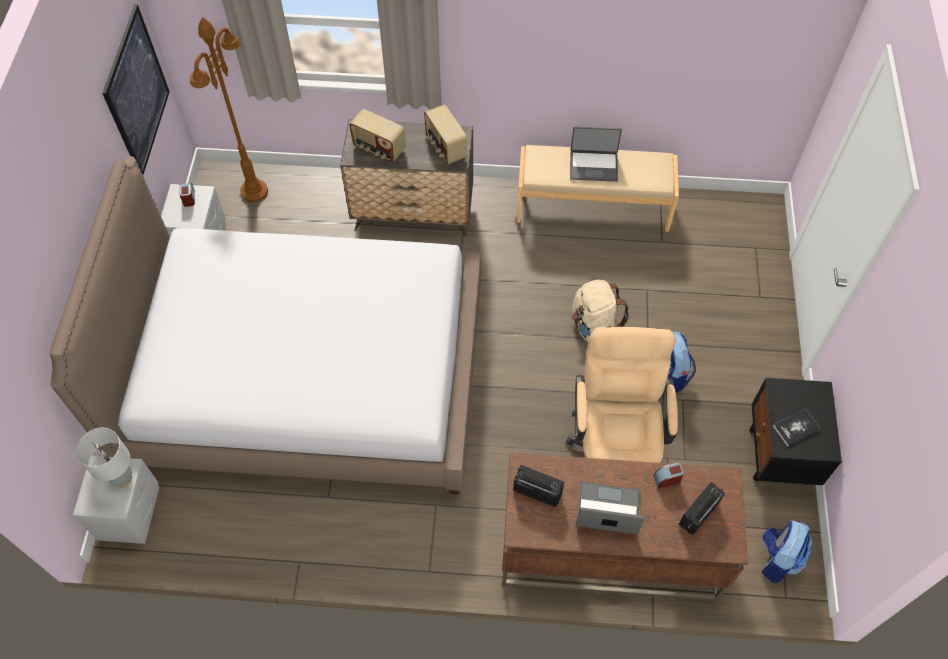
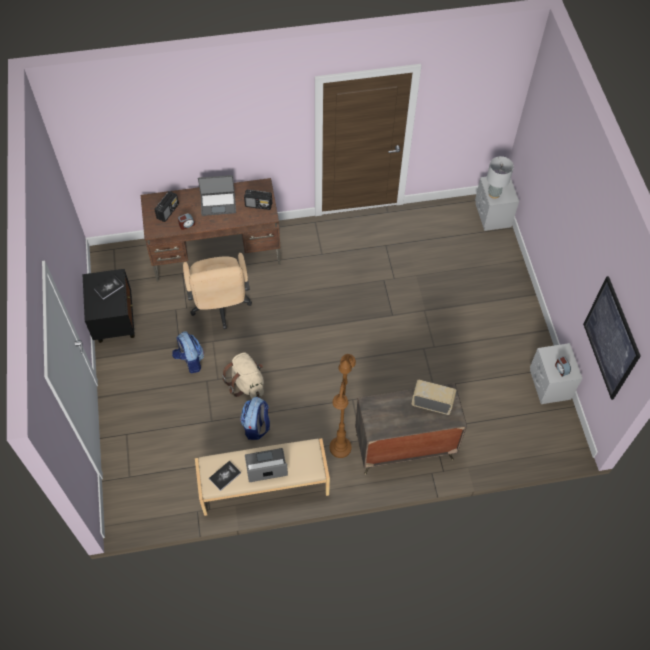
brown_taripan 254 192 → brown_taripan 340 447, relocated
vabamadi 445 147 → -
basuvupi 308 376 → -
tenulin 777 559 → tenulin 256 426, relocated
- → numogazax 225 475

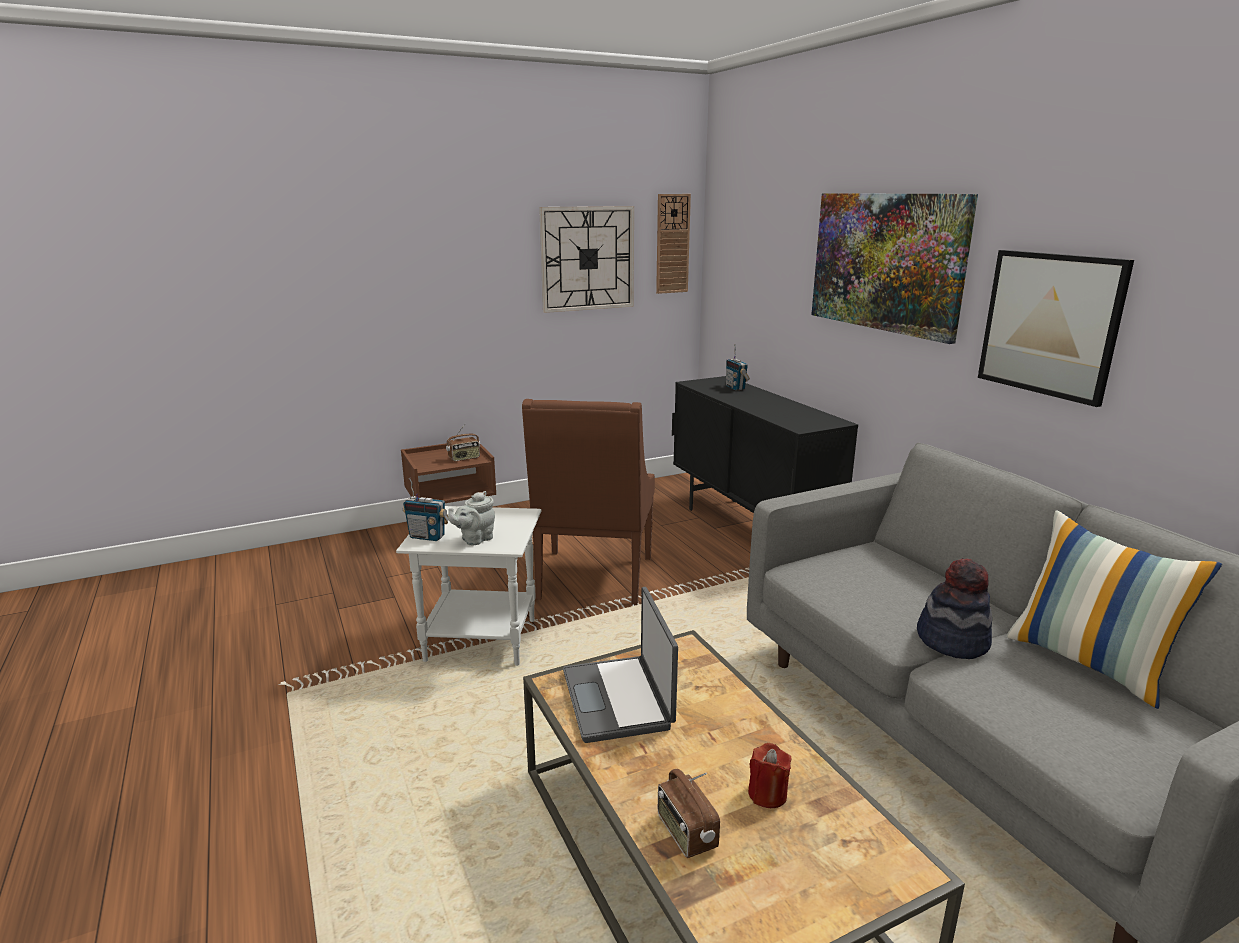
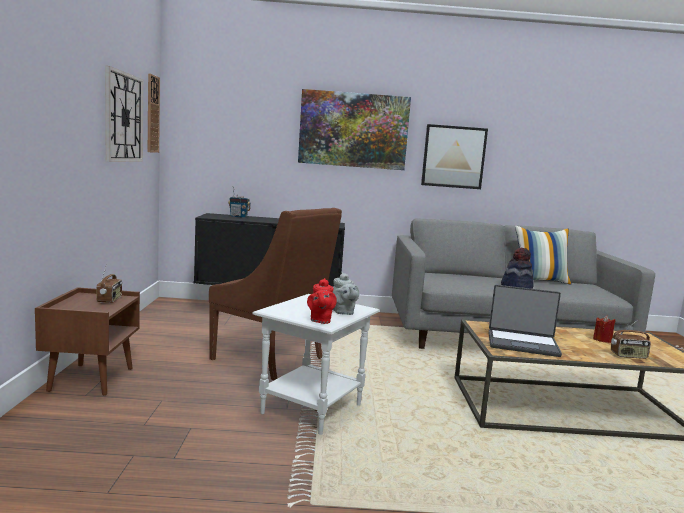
vabamadi 427 537 → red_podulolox 320 320

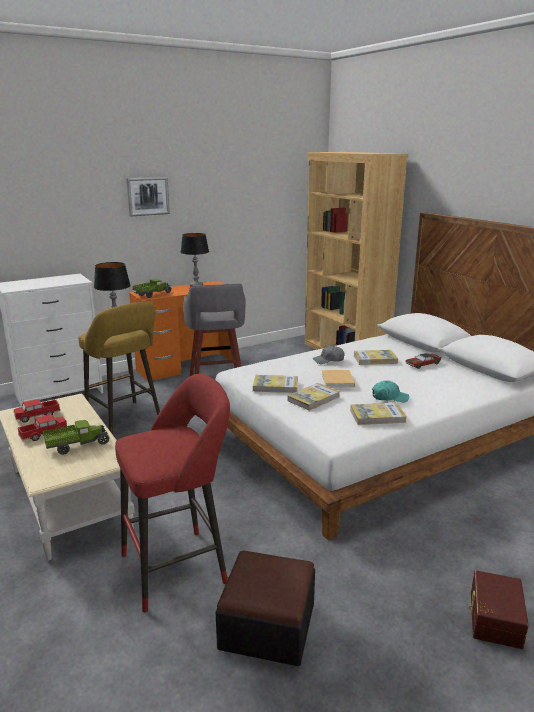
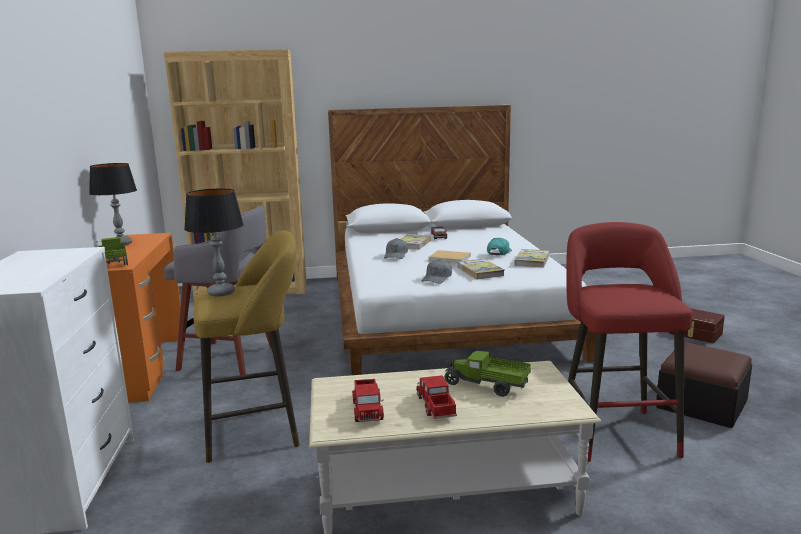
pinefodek 148 196 → -
numogazax 275 386 → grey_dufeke 437 278
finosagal 77 445 → finosagal 486 386, 60 degrees counterclockwise

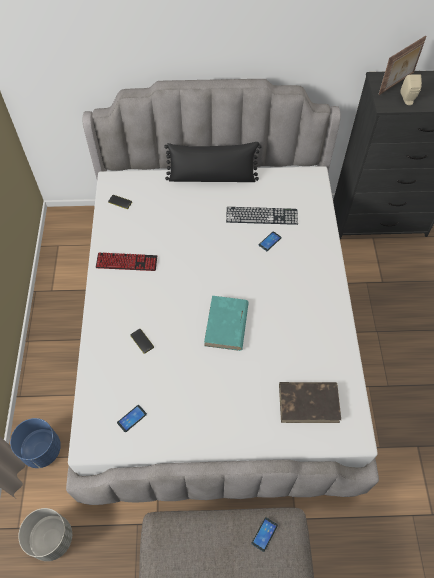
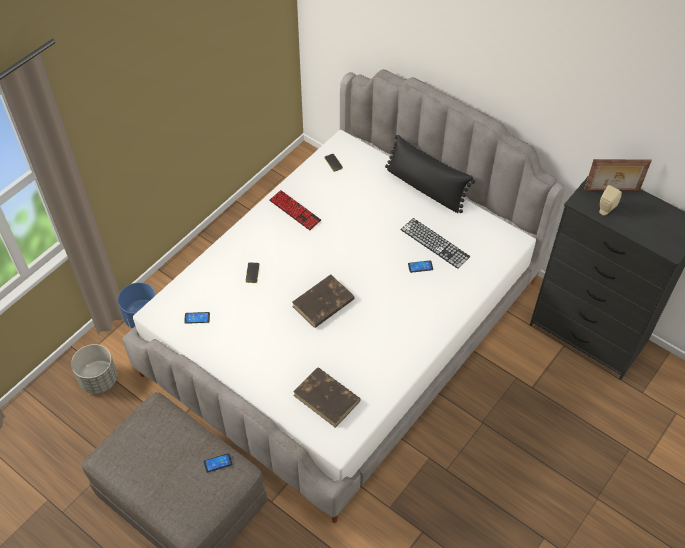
turquoise_numogazax 226 325 → brown_numogazax 322 304

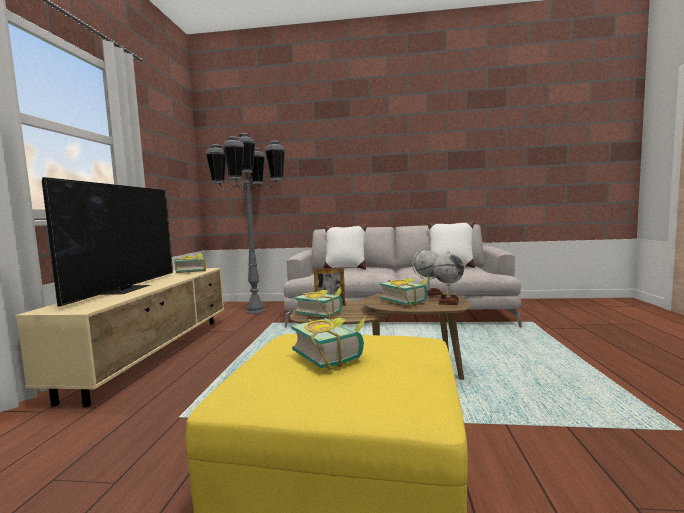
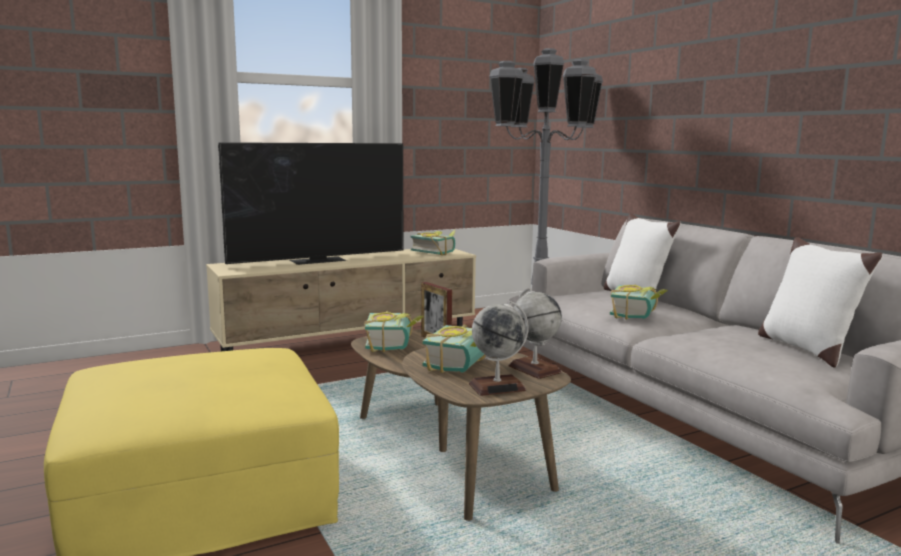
numogazax 333 355 → numogazax 639 315, relocated

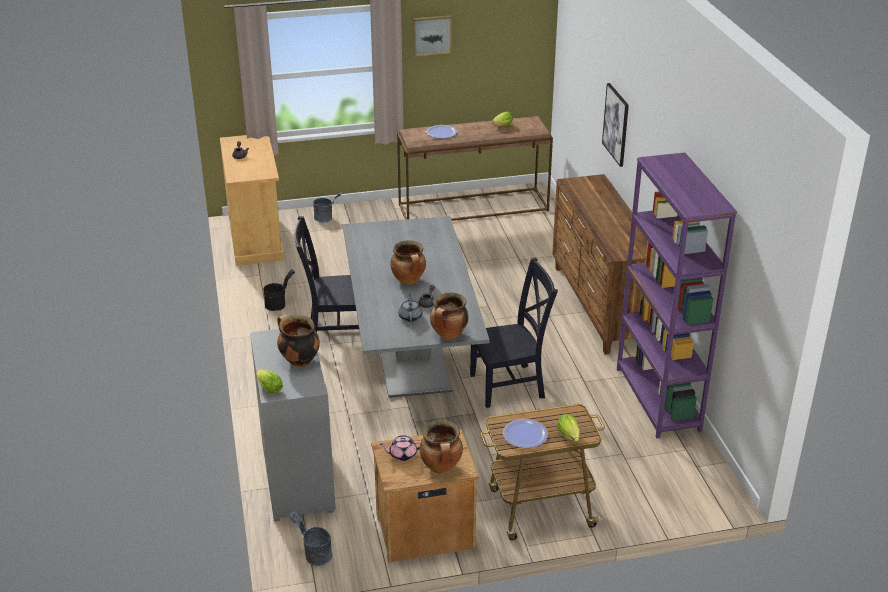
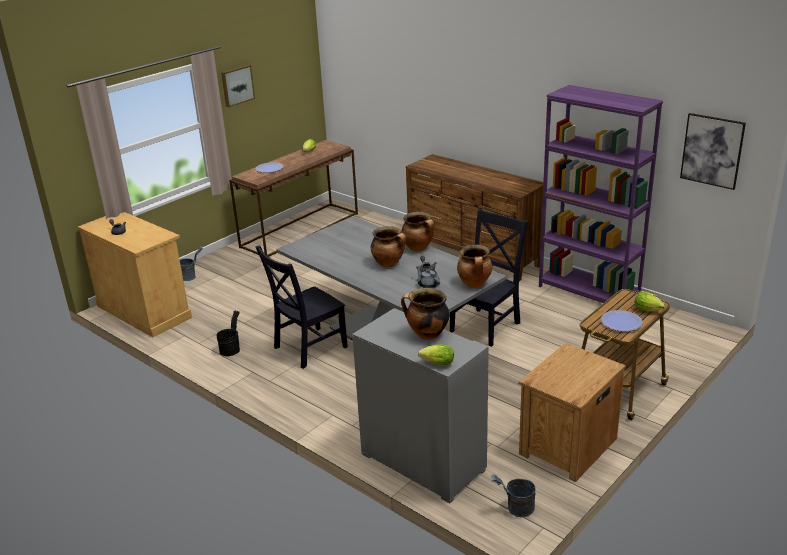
pinefodek 616 124 → pinefodek 712 150, relocated
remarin 441 468 → remarin 418 248, relocated
pink_podulolox 402 454 → -

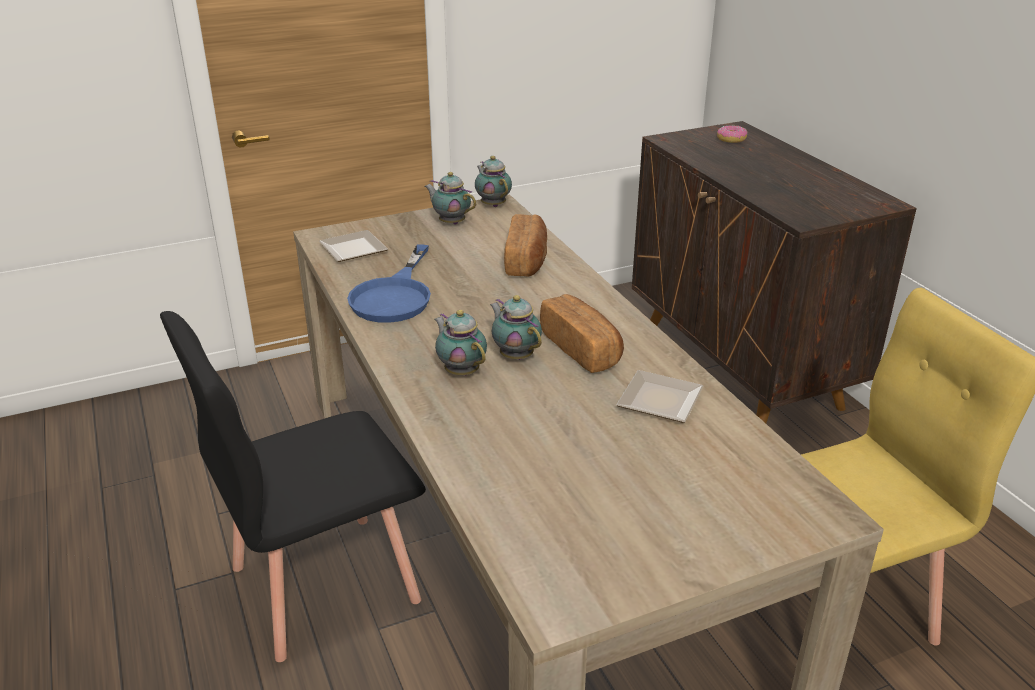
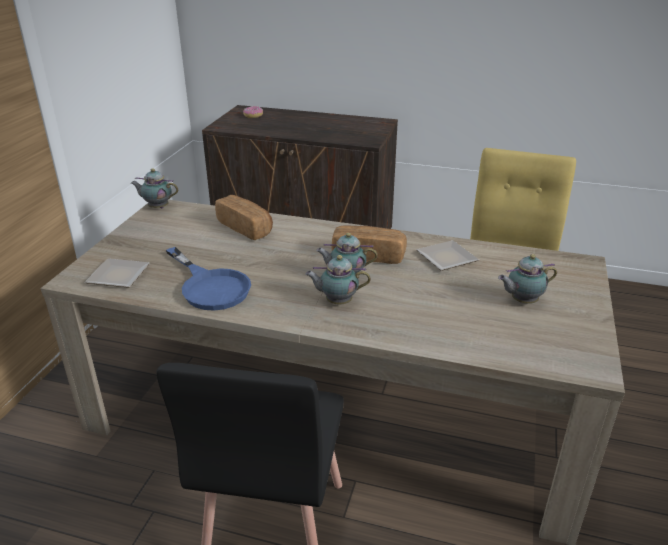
podulolox 450 222 → podulolox 522 301, relocated

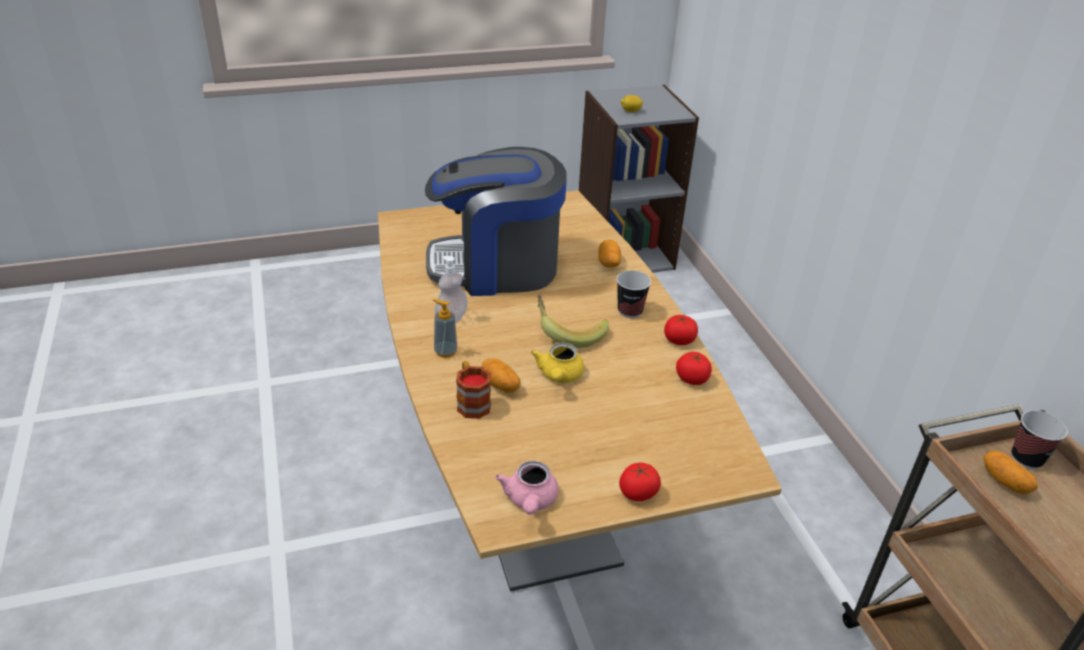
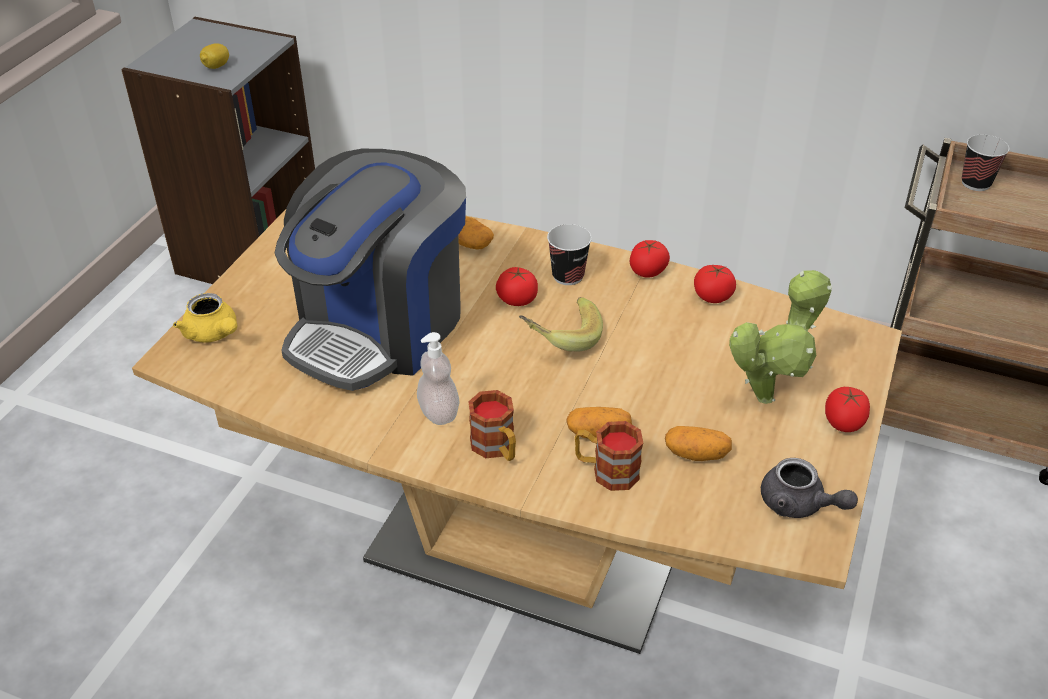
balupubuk 445 351 → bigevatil 497 448
yellow_podulolox 559 376 → yellow_podulolox 213 334, relocated
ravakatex 1005 482 → ravakatex 696 454, relocated
pink_podulolox 530 501 → grey_podulolox 799 505
- → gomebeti 517 299
- → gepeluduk 769 394

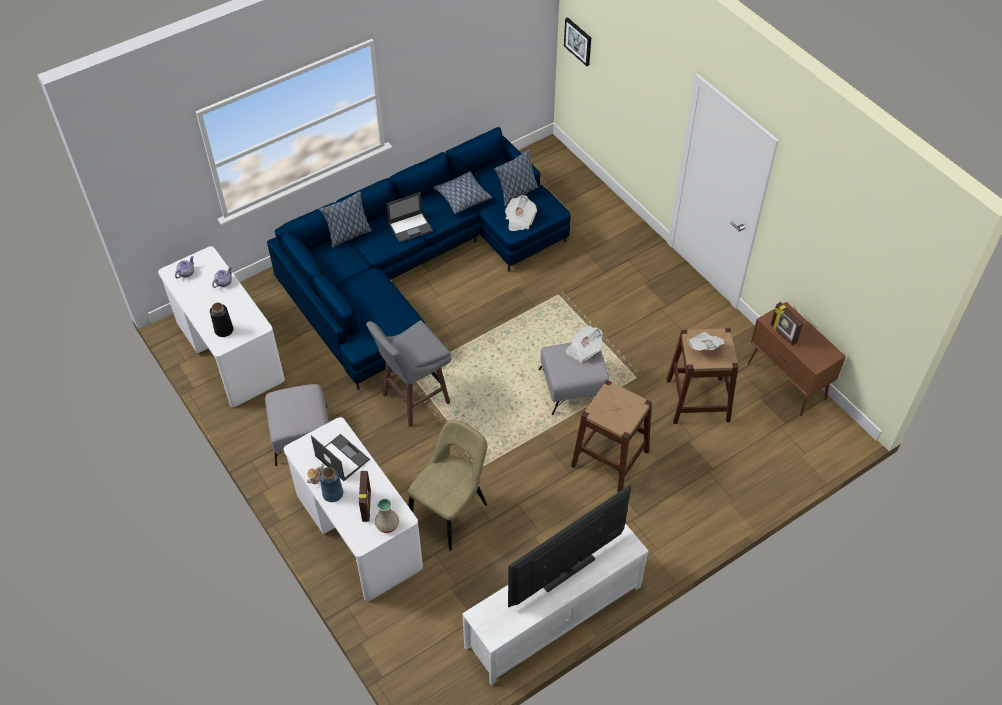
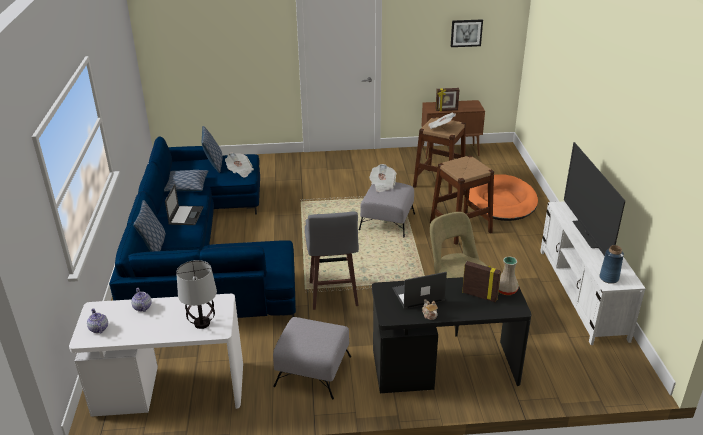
pinefodek 578 41 → pinefodek 466 33, relocated
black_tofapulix 224 330 → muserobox 202 323
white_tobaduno 357 532 → black_tobaduno 443 369
blue_tofapulix 333 493 → blue_tofapulix 609 278, relocated
- → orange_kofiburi 501 201

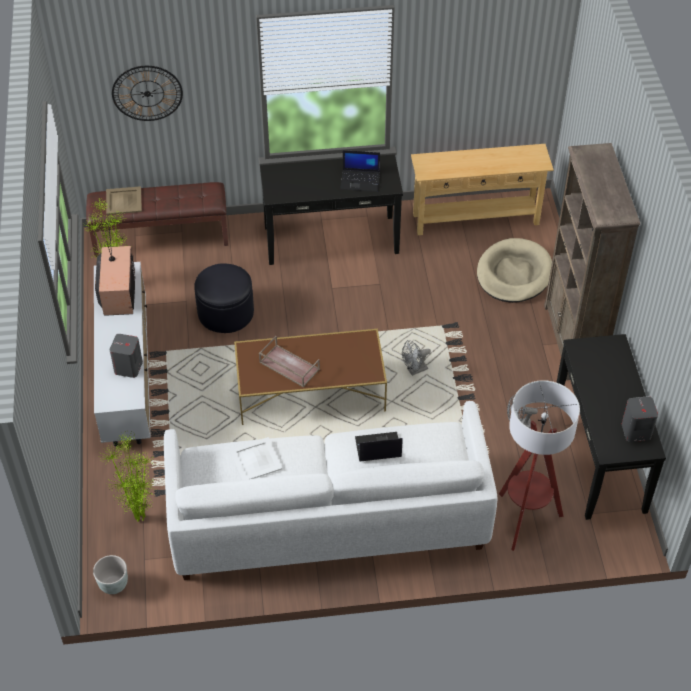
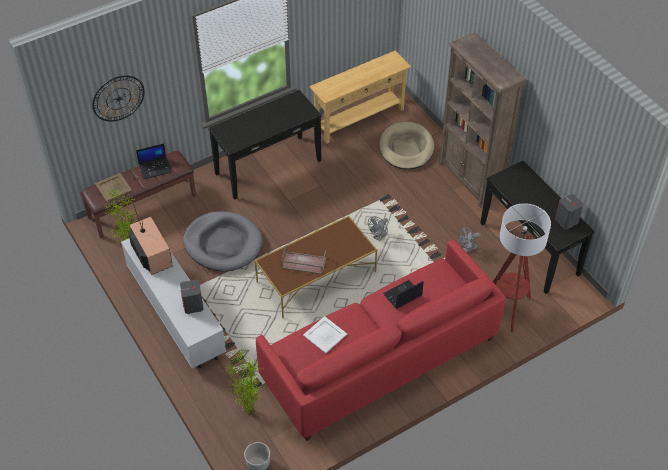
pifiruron 360 180 → pifiruron 155 168, relocated
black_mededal 225 312 → grey_kofiburi 223 244
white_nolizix 328 517 → red_nolizix 380 358

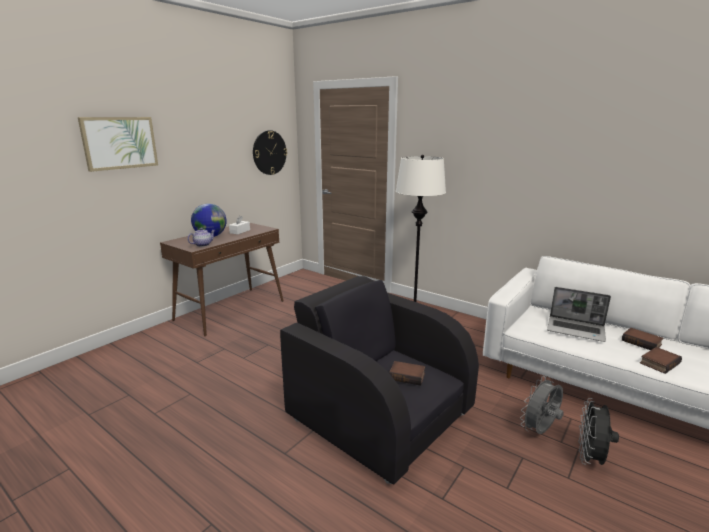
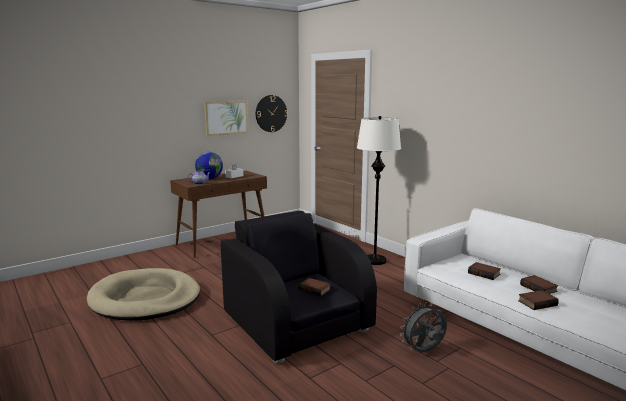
pinefodek 120 143 → pinefodek 226 117, relocated
pifiruron 576 330 → numogazax 484 273
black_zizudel 590 458 → -
- → beige_kofiburi 145 299

